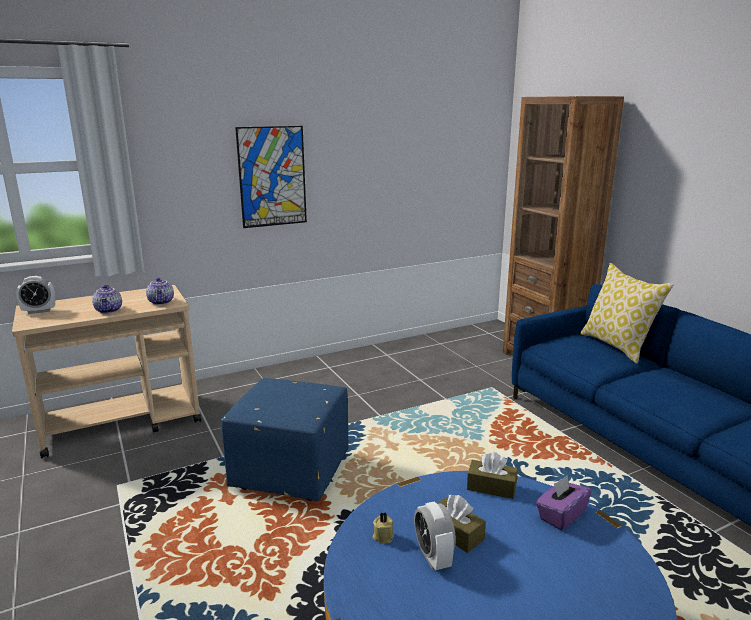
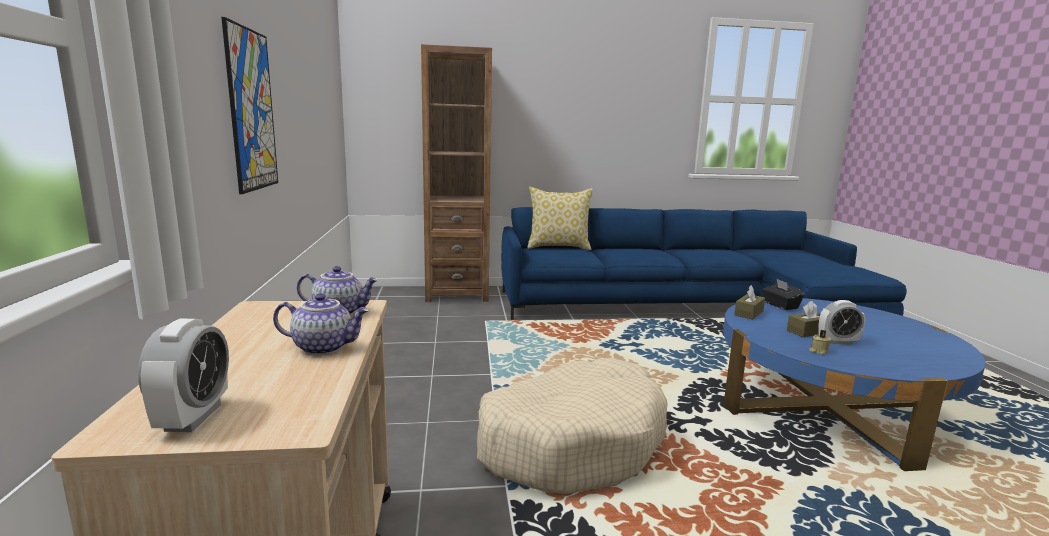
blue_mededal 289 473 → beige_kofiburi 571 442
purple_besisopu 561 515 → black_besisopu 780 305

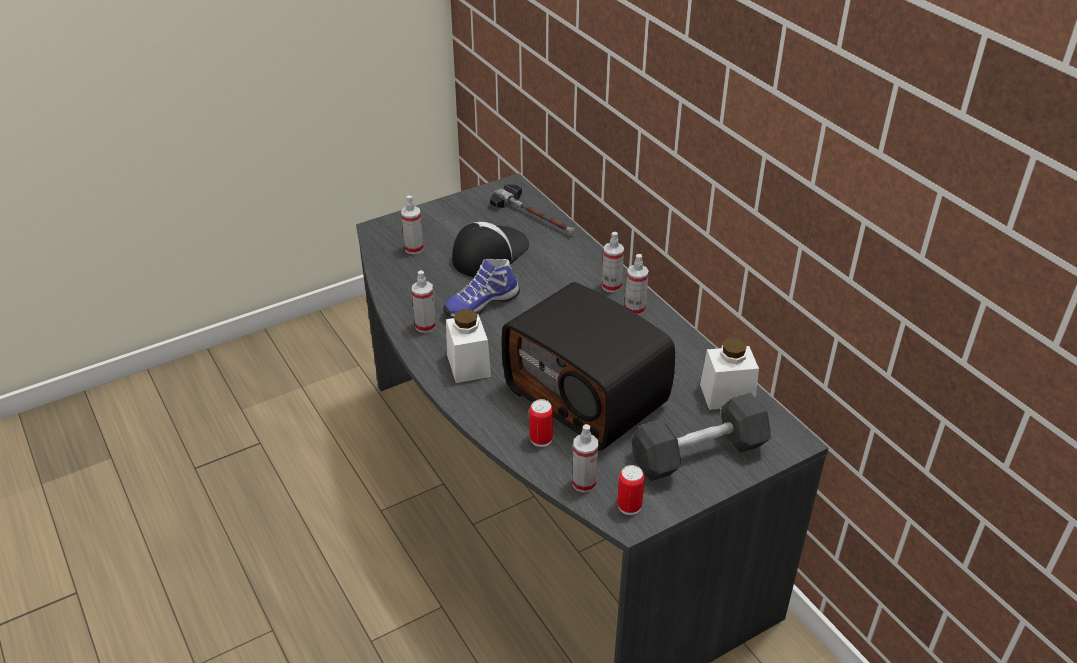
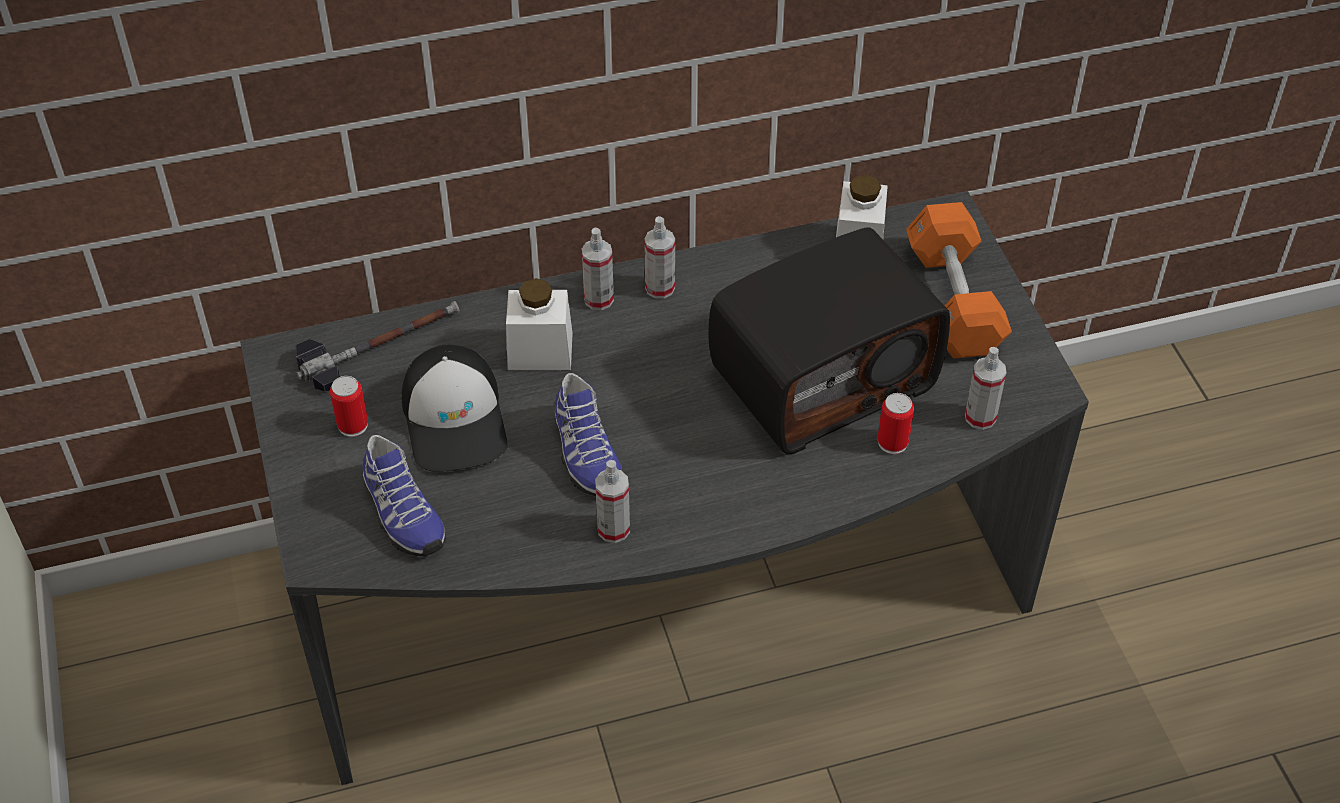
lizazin 414 248 → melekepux 401 514
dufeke 489 252 → dufeke 456 419, 150 degrees counterclockwise
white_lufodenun 468 365 → white_lufodenun 540 351, relocated
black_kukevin 698 453 → orange_kukevin 953 300
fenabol 629 506 → fenabol 353 425, relocated

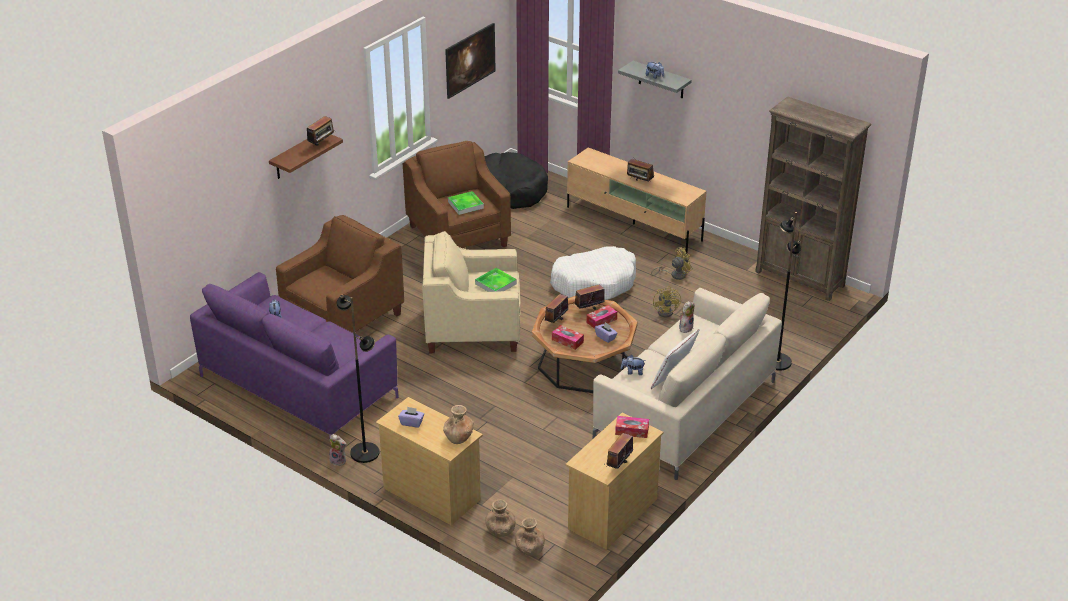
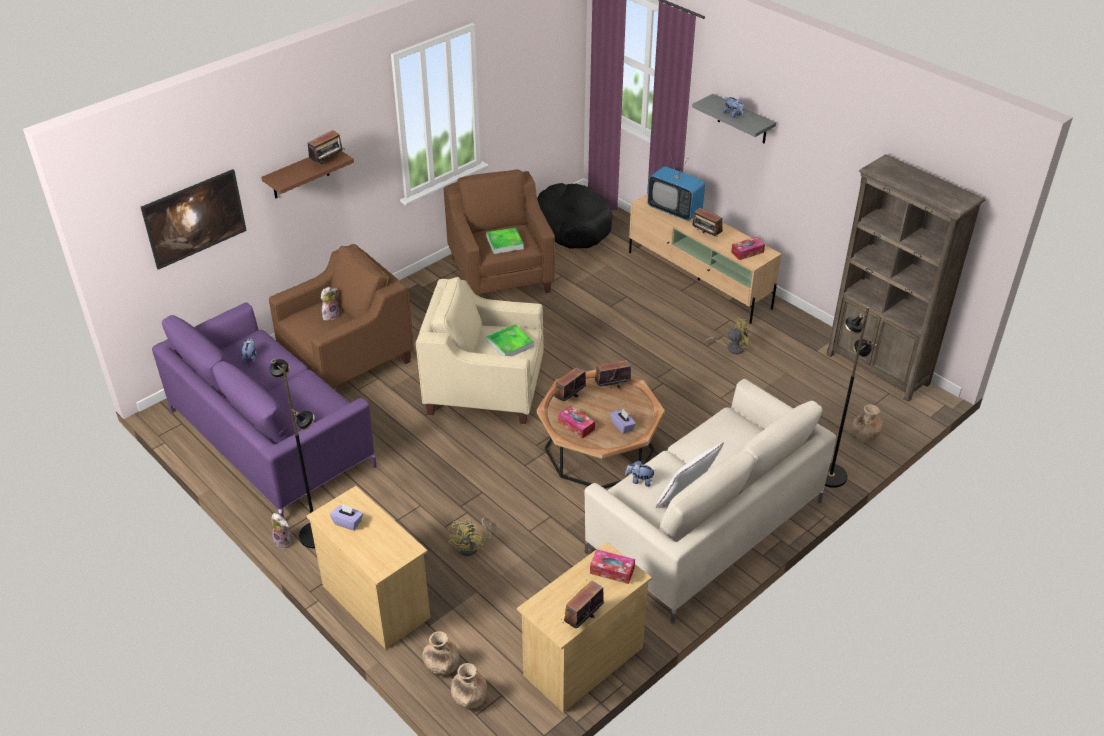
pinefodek 470 72 → pinefodek 198 233, relocated
white_kofiburi 594 283 → -
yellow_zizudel 667 311 → yellow_zizudel 472 546, relocated
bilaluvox 685 327 → bilaluvox 331 315, relocated
besisopu 601 320 → besisopu 747 252, relocated
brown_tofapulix 459 437 → brown_tofapulix 864 436, relocated
- → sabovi 674 210

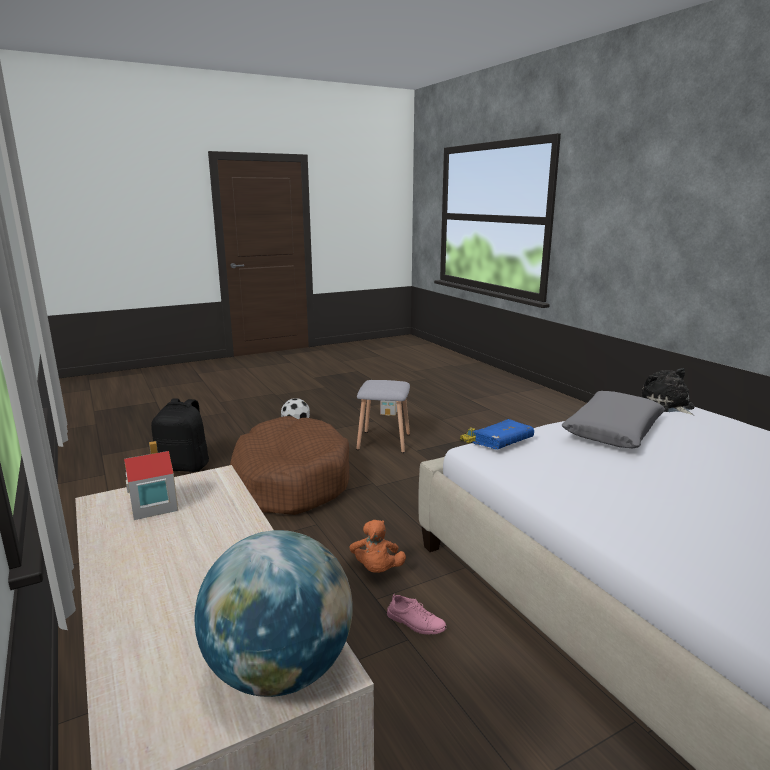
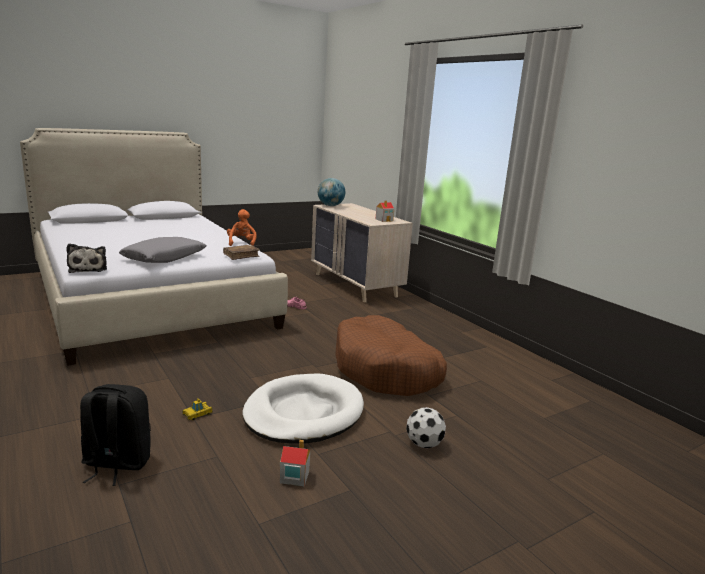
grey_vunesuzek 385 441 → white_kofiburi 303 413
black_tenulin 184 466 → black_tenulin 116 464, relocated
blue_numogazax 502 442 → brown_numogazax 241 256
orange_bilaluvox 377 570 → orange_bilaluvox 241 243, relocated

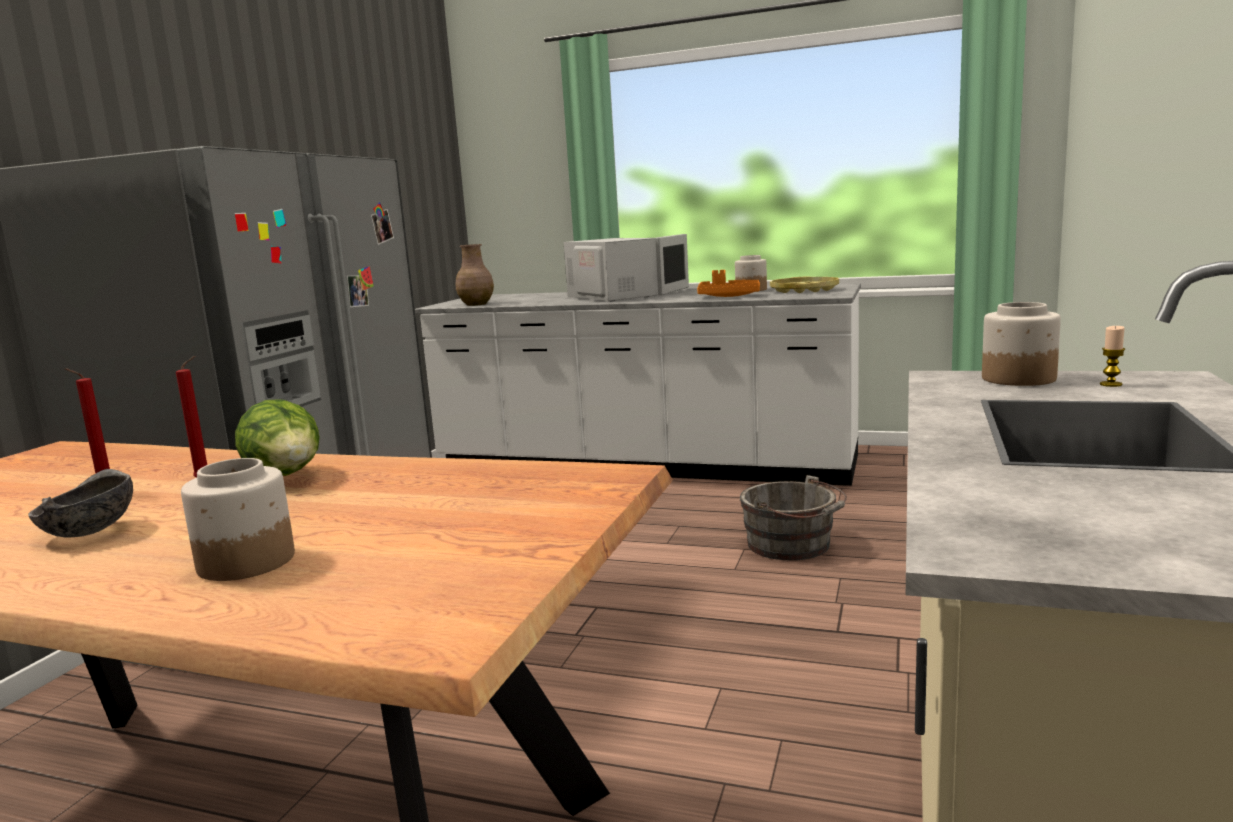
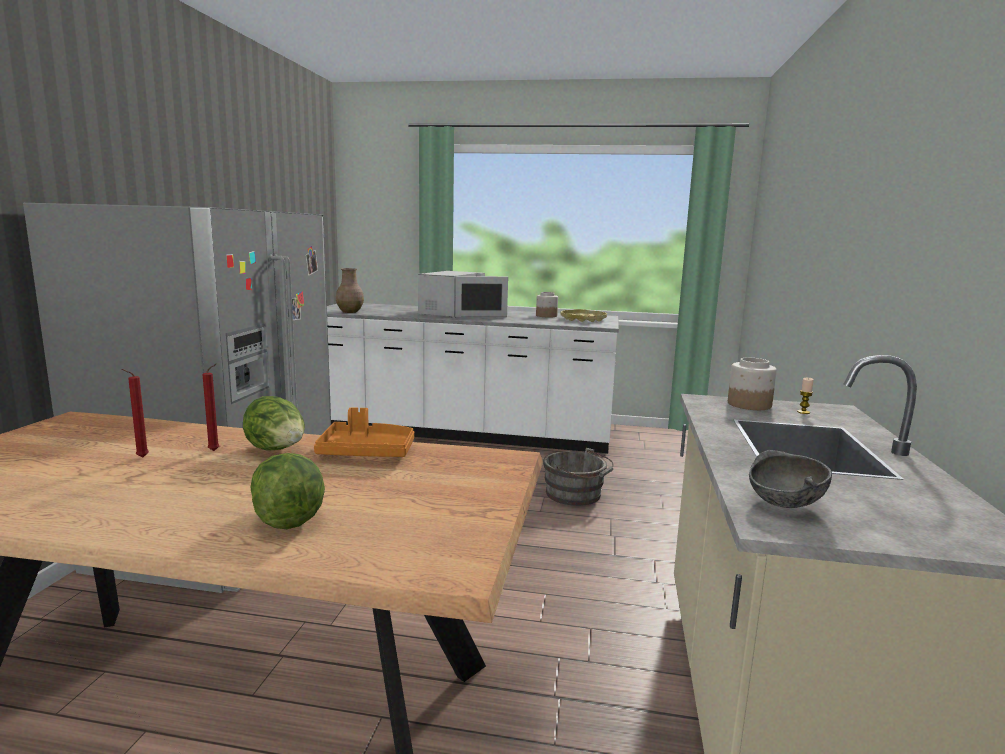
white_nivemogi 618 296 → white_nivemogi 453 313, 60 degrees clockwise
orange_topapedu 728 296 → orange_topapedu 367 452, relocated
lufodenun 245 562 → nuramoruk 289 517
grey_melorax 88 532 → grey_melorax 784 503, relocated

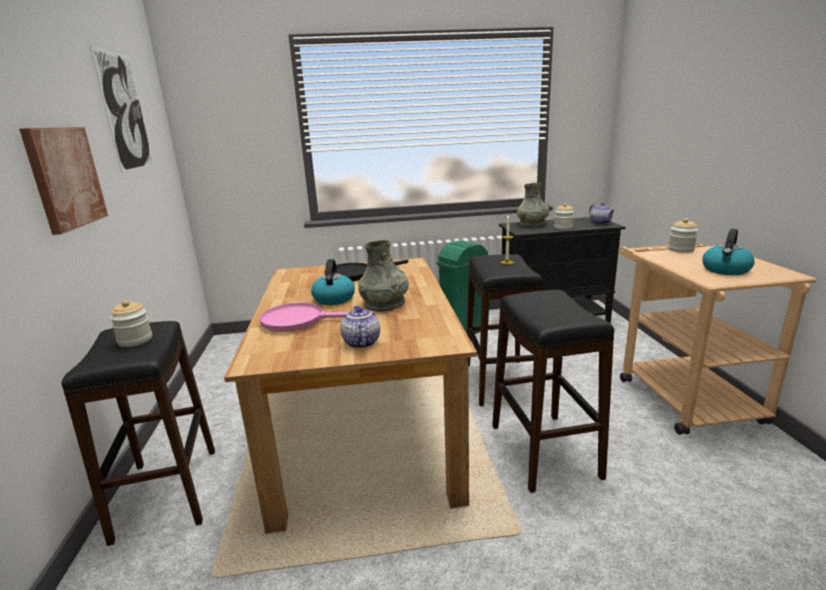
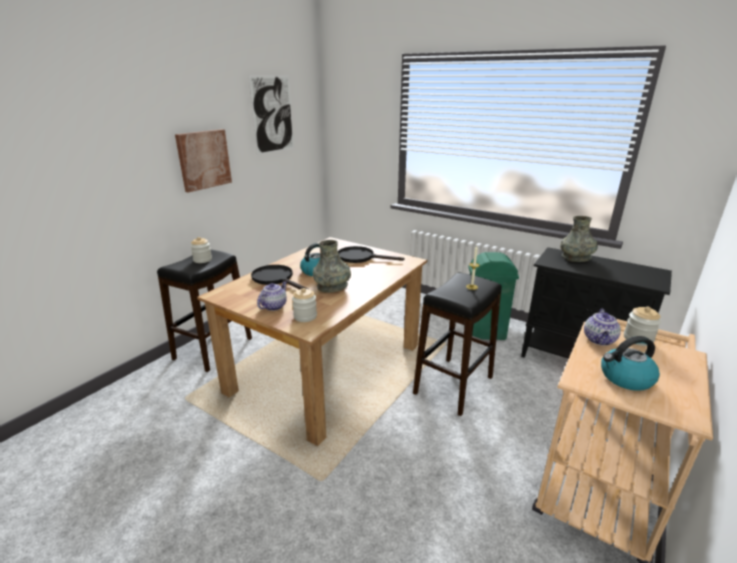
lufodenun 563 228 → lufodenun 305 316, relocated
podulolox 601 223 → podulolox 599 340, relocated
black_vunesuzek 544 451 → -
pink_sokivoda 302 321 → black_sokivoda 276 279

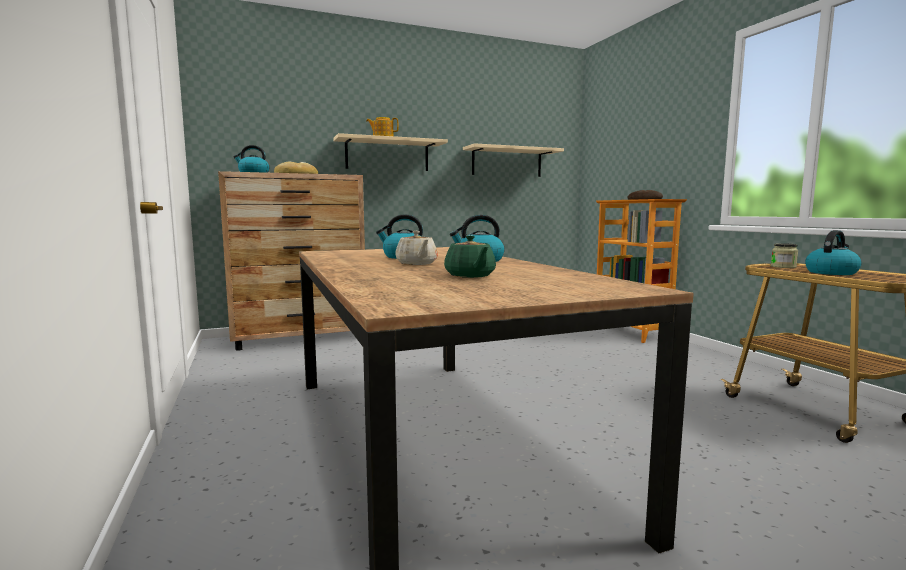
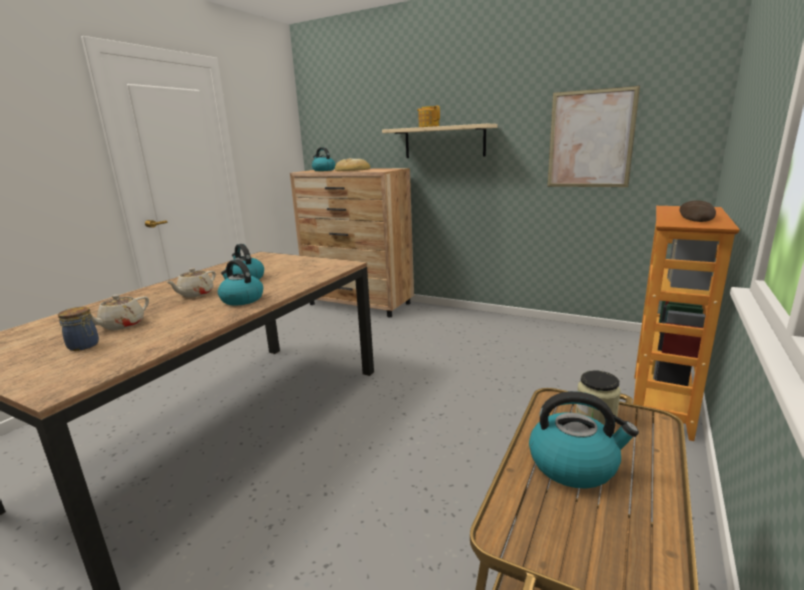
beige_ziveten 507 162 → pinefodek 590 139
green_podulolox 470 276 → beige_podulolox 121 325
- → lufodenun 84 346

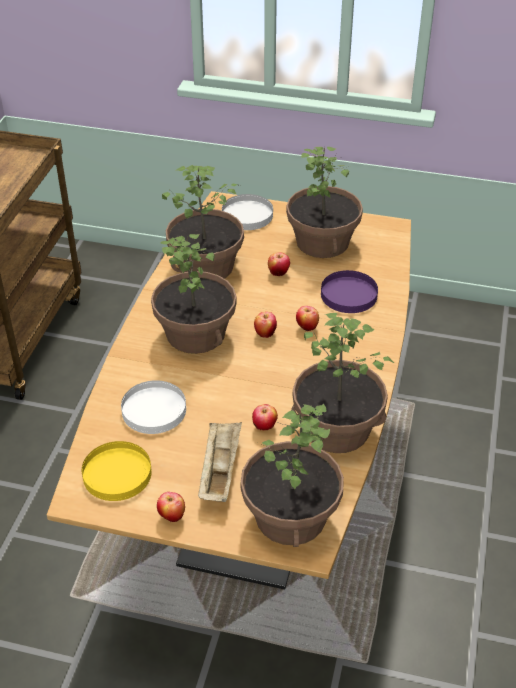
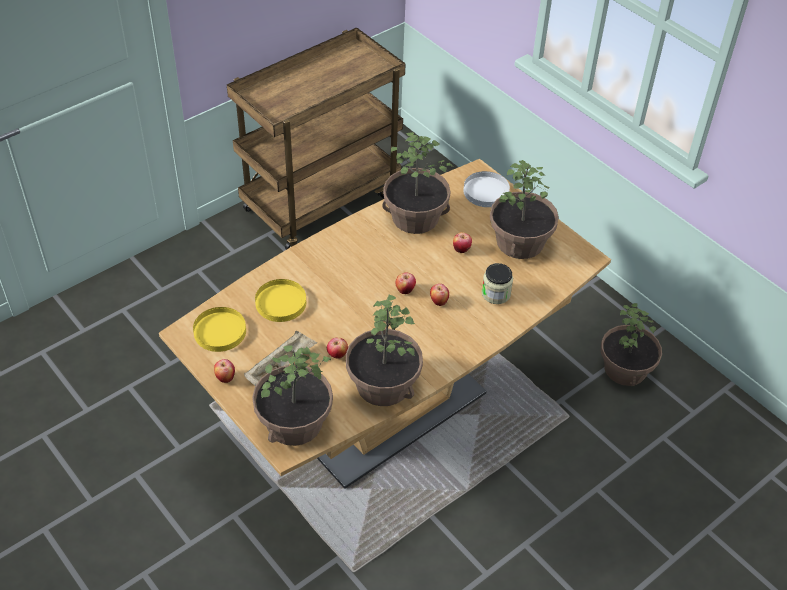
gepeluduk 196 333 → gepeluduk 626 369, relocated
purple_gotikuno 349 294 → lufodenun 496 294
white_gotikuno 154 409 → yellow_gotikuno 281 302

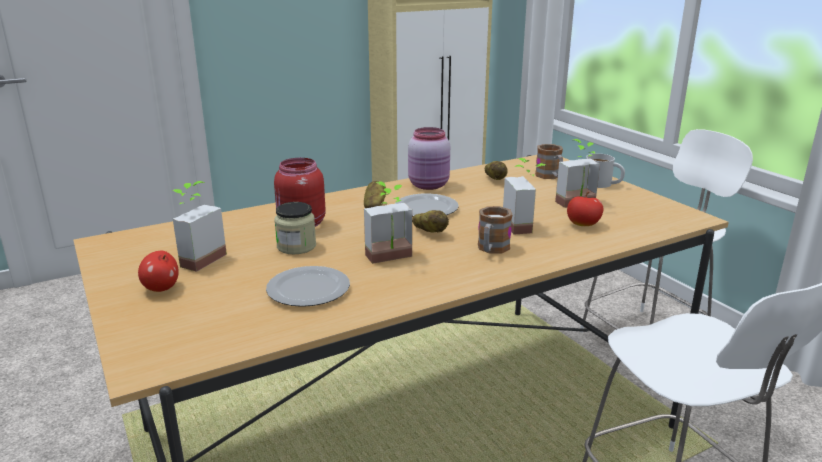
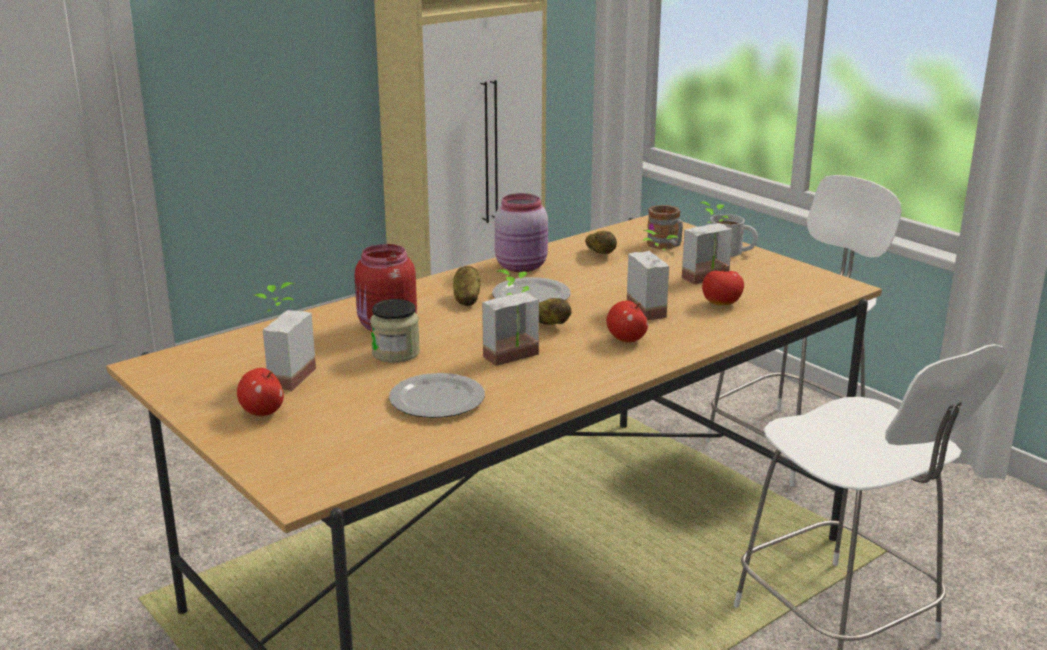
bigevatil 491 249 → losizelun 626 340

